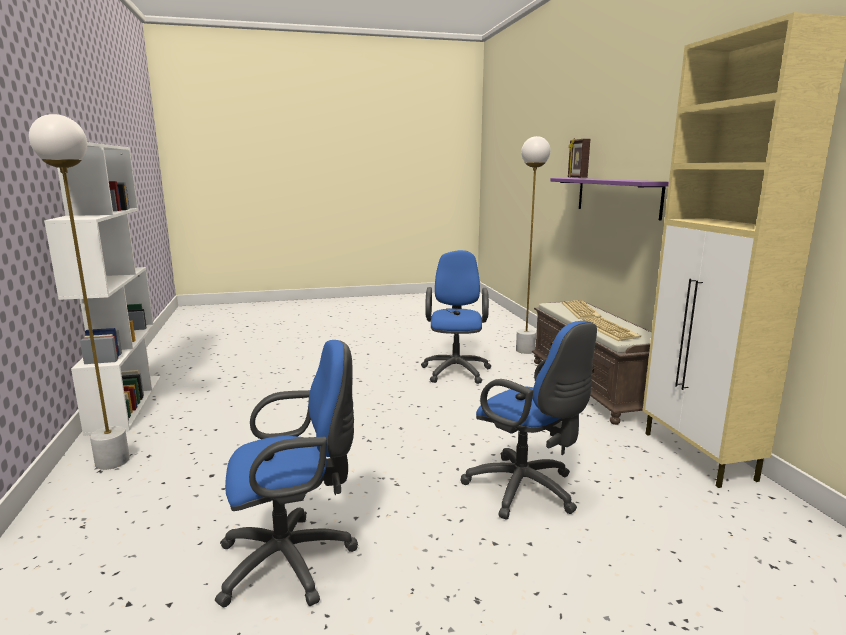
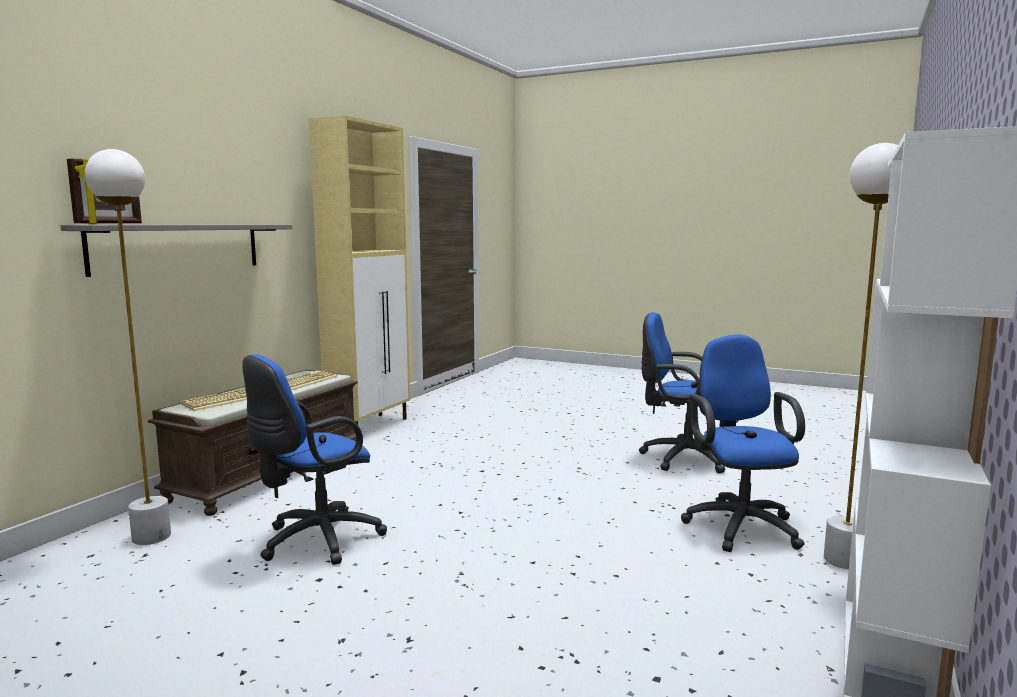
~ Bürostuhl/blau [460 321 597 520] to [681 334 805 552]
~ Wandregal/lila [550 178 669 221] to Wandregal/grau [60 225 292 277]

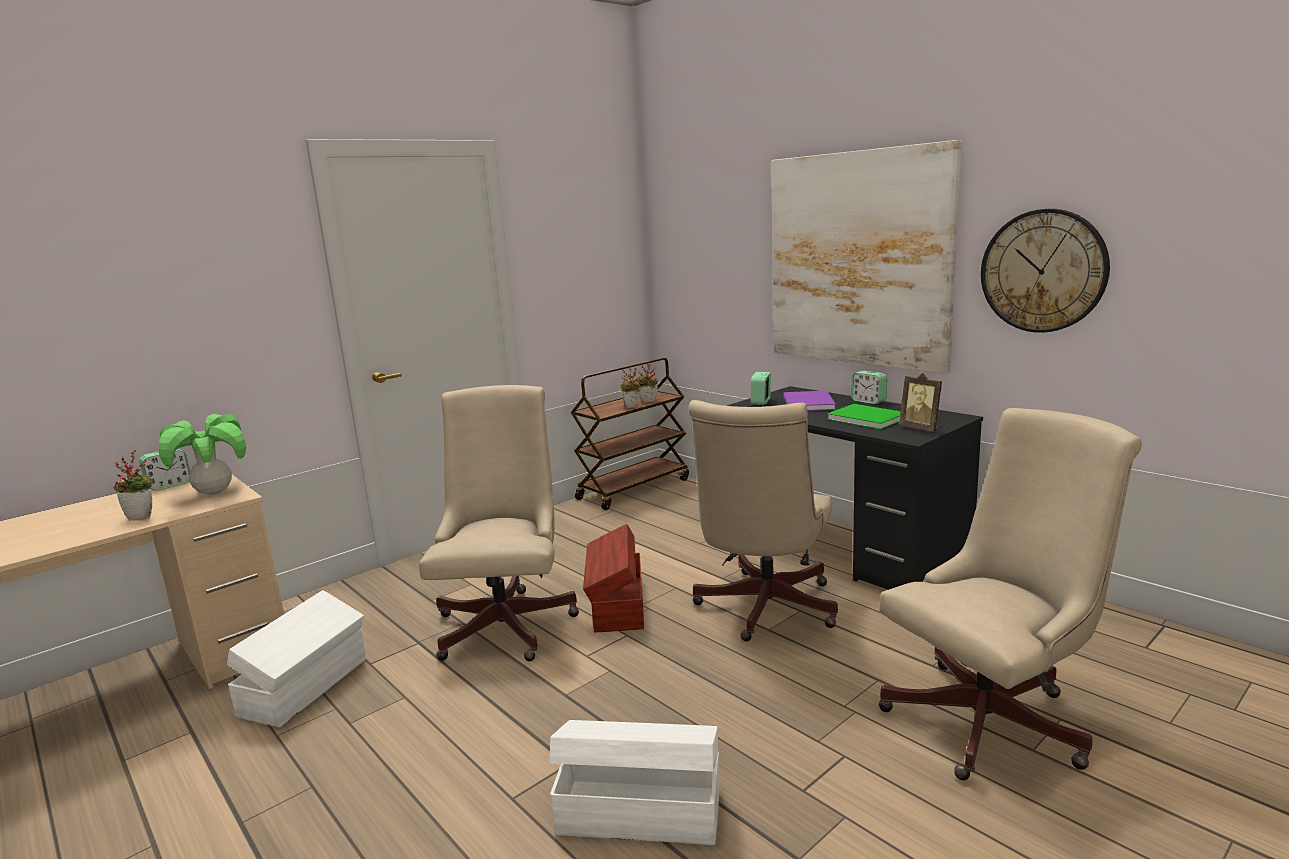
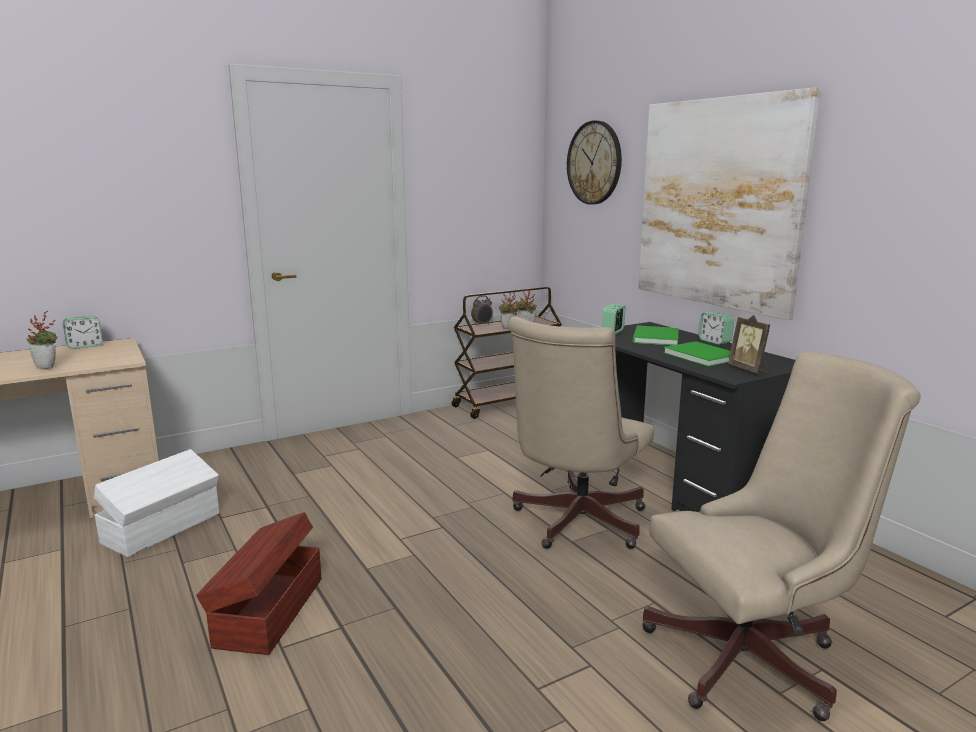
- Topfpflanze [158 414 246 495]
- Bürostuhl/beige [419 385 579 661]
- Aufbewahrungsbox/weiß [549 720 719 845]
~ Aufbewahrungsbox/braun [583 524 644 632] to [196 512 321 655]
~ Buch/lila [783 391 836 411] to Buch/grün [633 326 679 345]
~ Wanduhr [981 209 1110 333] to [567 120 622 205]
+ Wecker [471 295 493 326]

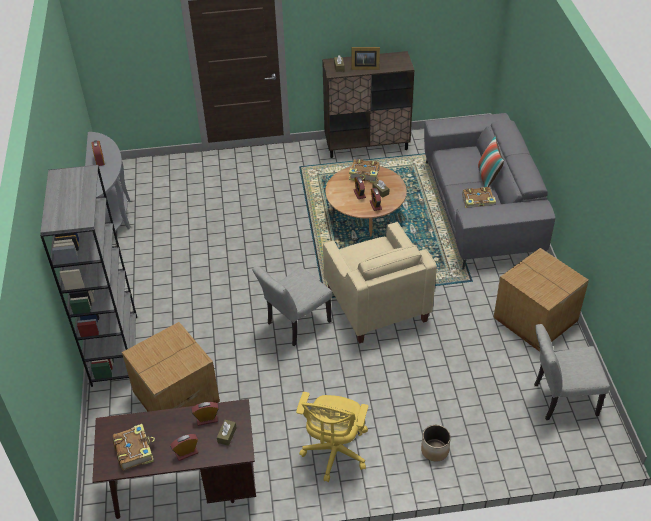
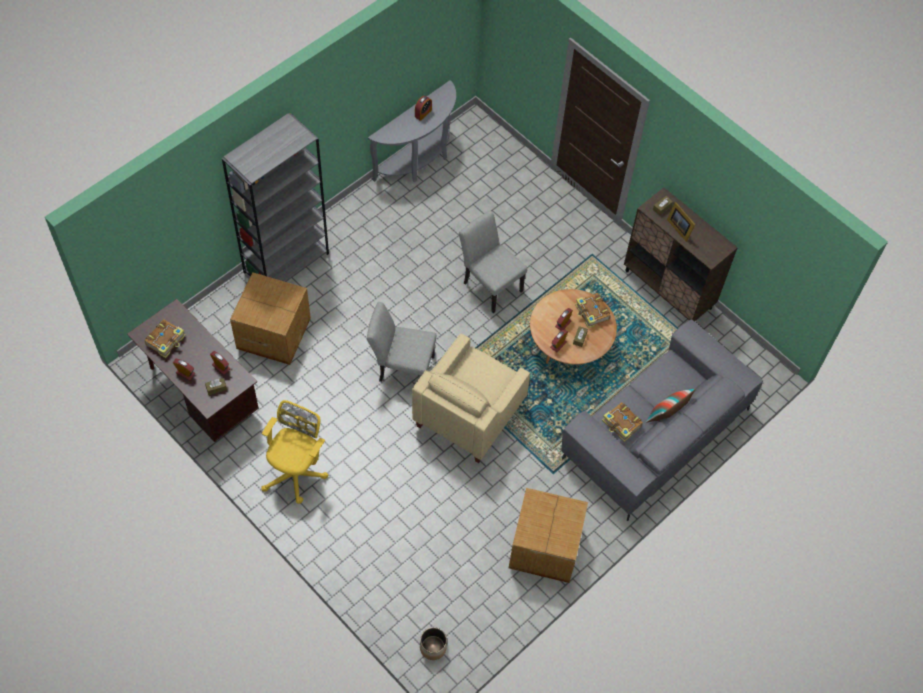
~ Bürostuhl/gelb [296 392 368 482] = [261 400 329 504] 135 degrees clockwise
~ Pflanzkübel [421 425 451 462] to [420 627 447 660]
~ Stuhl/grau [534 324 610 420] to [459 210 527 313]

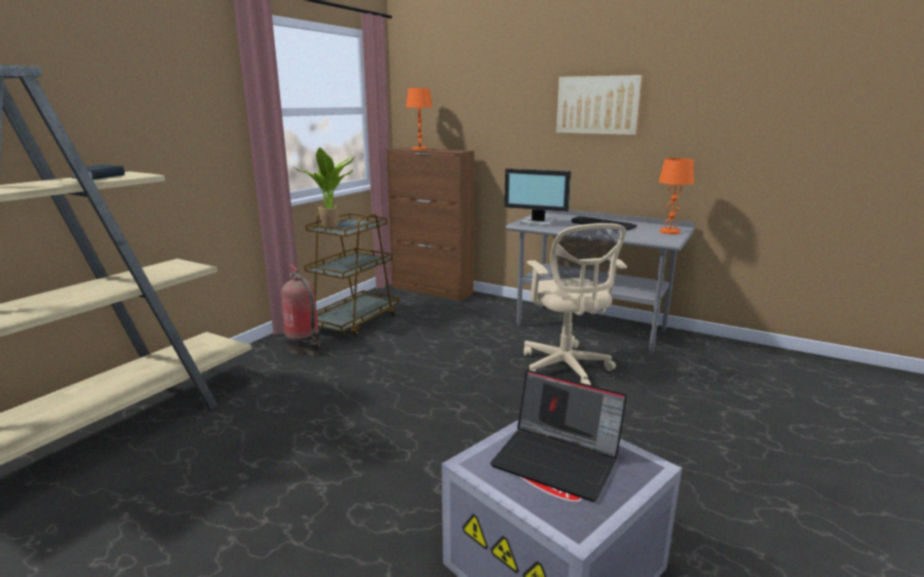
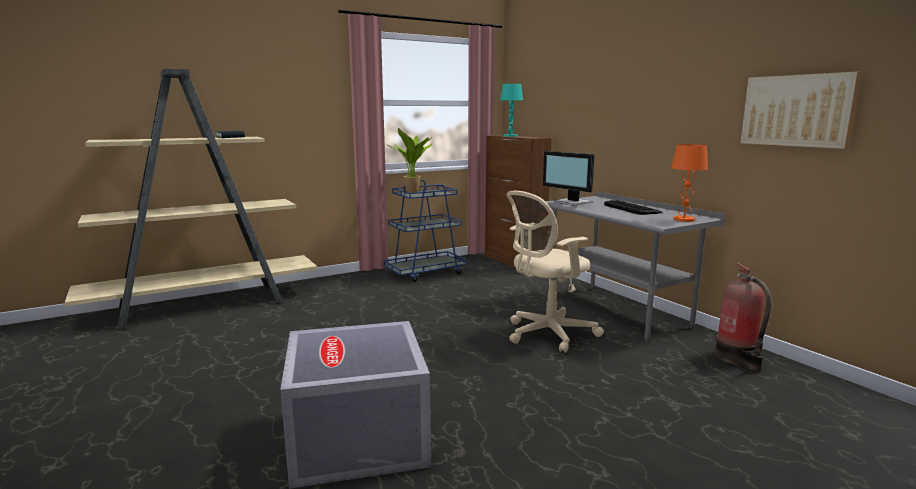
~ Feuerlöscher [282 264 321 357] to [715 263 772 372]
~ Rollwagen/braun [304 213 399 337] to Rollwagen/blau [384 179 467 282]
~ Tischlampe/orange [406 88 432 150] to Tischlampe/türkis [500 84 523 137]
- Laptop [490 370 627 502]
~ Bürostuhl/beige [524 223 627 385] = [507 191 604 353] 45 degrees clockwise
~ Bild [556 75 643 135] to [740 72 861 149]

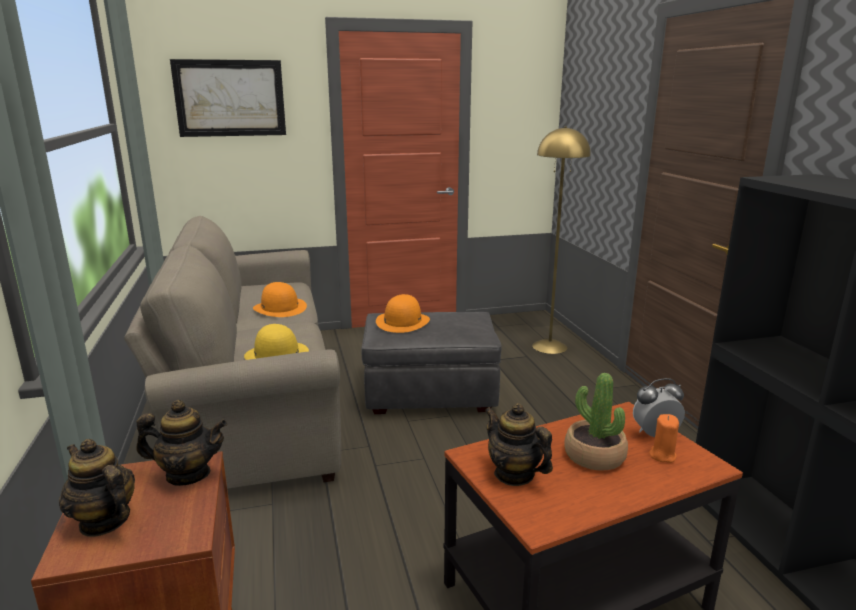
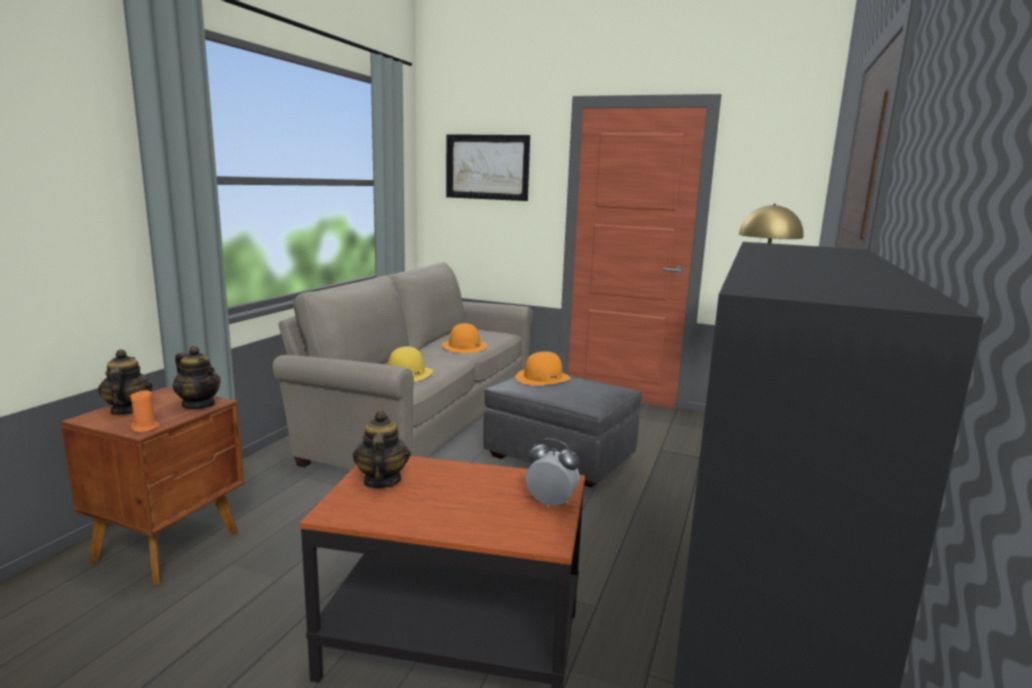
- Topfpflanze [564 373 628 470]
~ Kerze/orange [649 414 679 463] to [130 390 160 432]

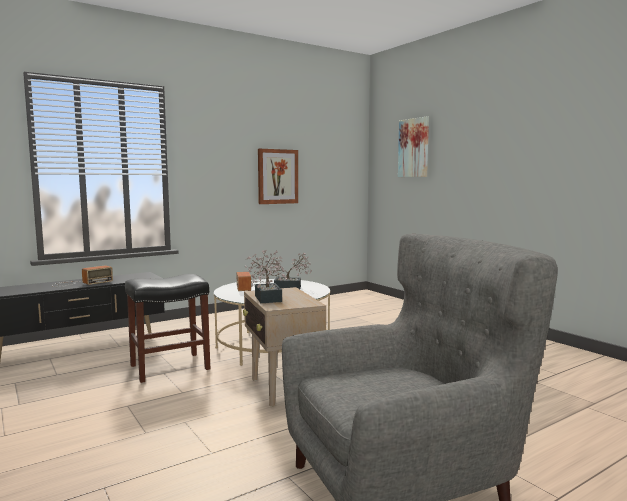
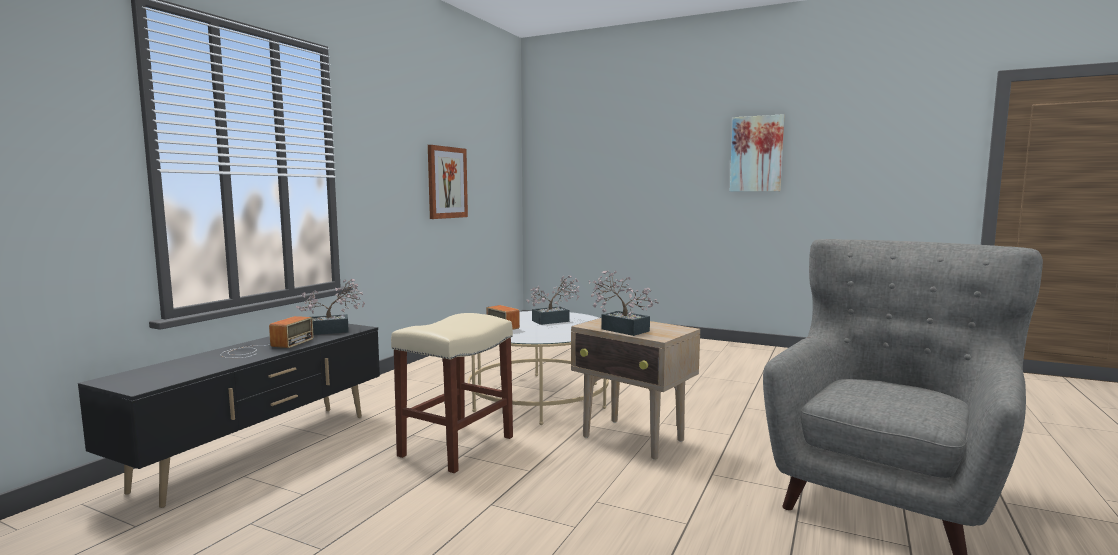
~ Hocker/schwarz [125 274 210 383] to Hocker/beige [391 313 513 473]
~ Bild [398 116 429 177] to [730 114 784 192]
+ Topfpflanze [296 279 365 335]

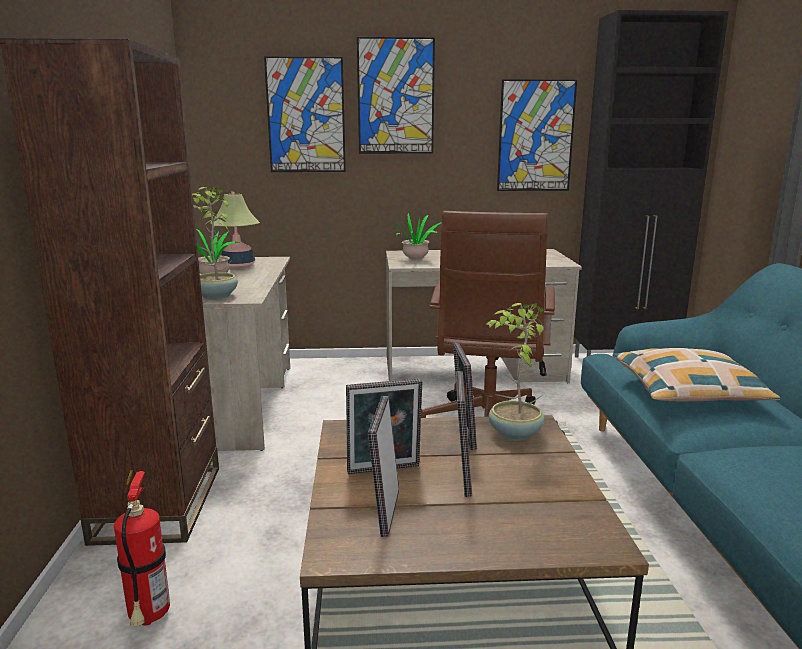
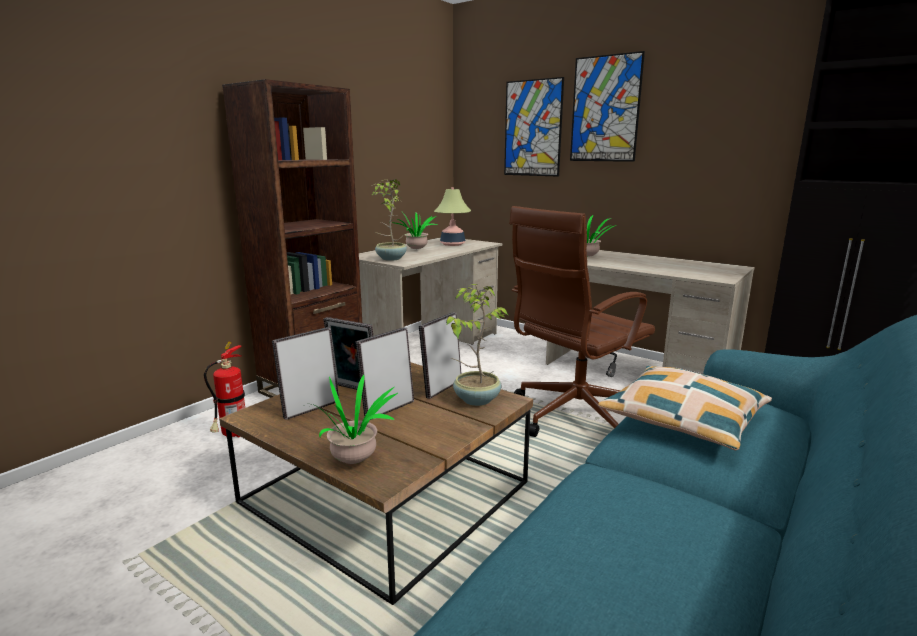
- Bild [497 79 577 191]
+ Topfpflanze [312 375 398 464]

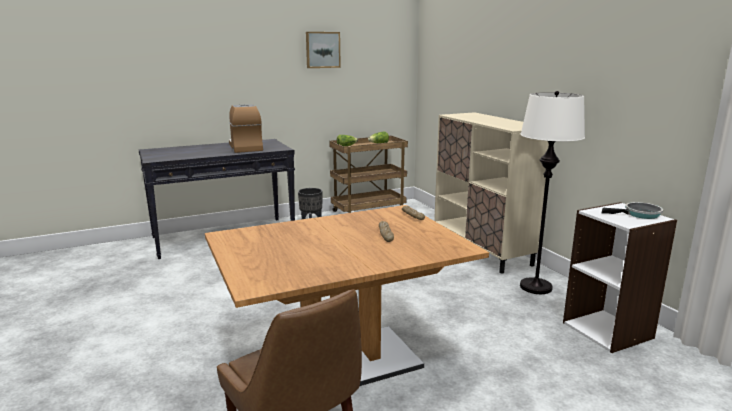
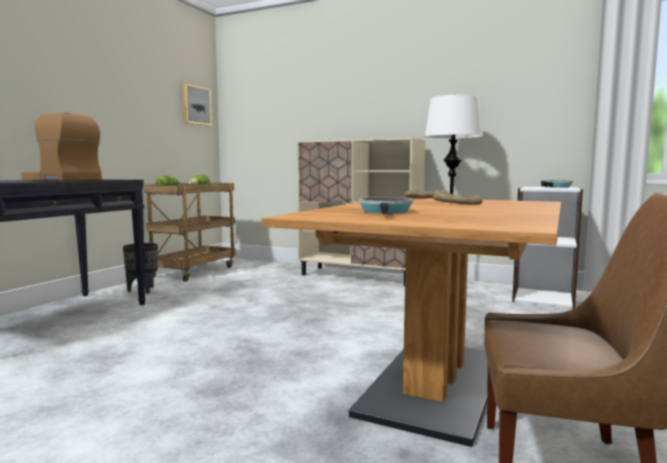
~ Bild [306 32 341 68] to [182 84 212 126]
+ Pfanne [359 197 413 214]

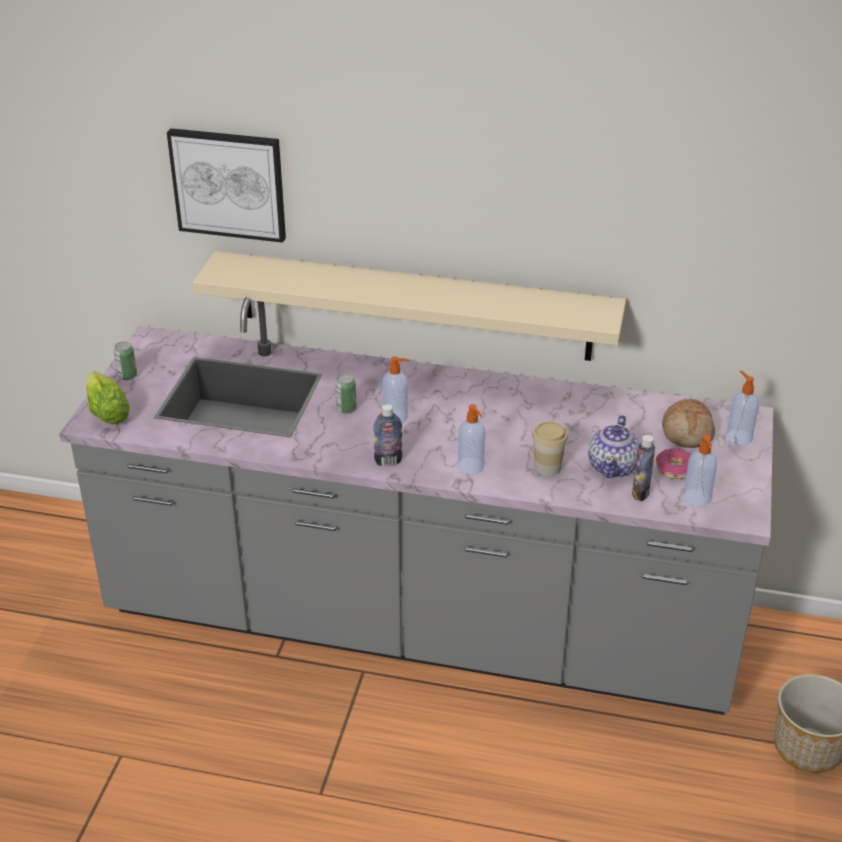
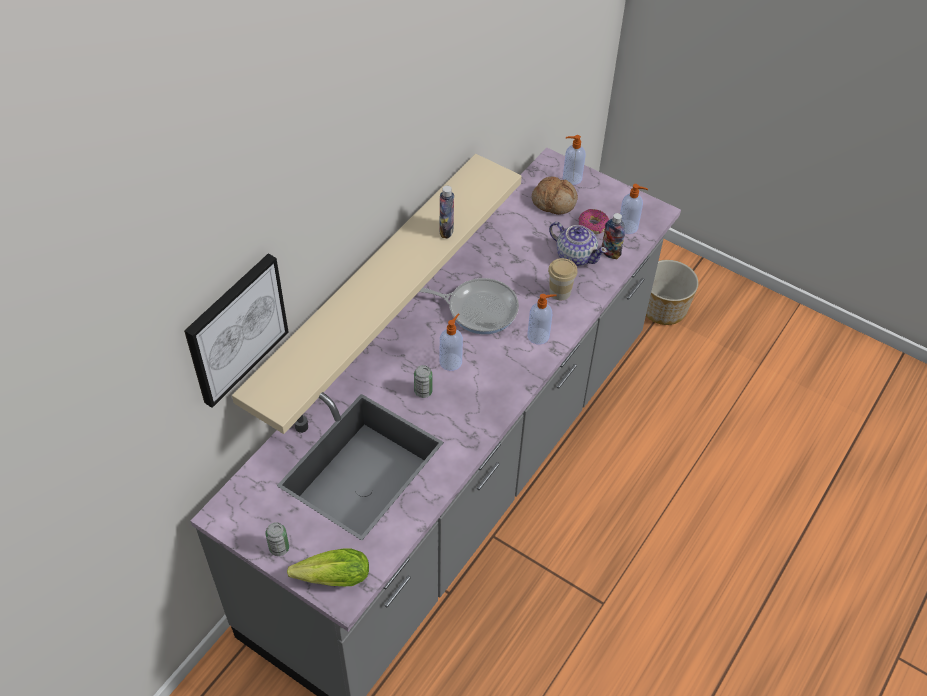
~ Flasche [373 404 403 466] to [439 186 454 238]
+ Pfanne [419 278 519 334]

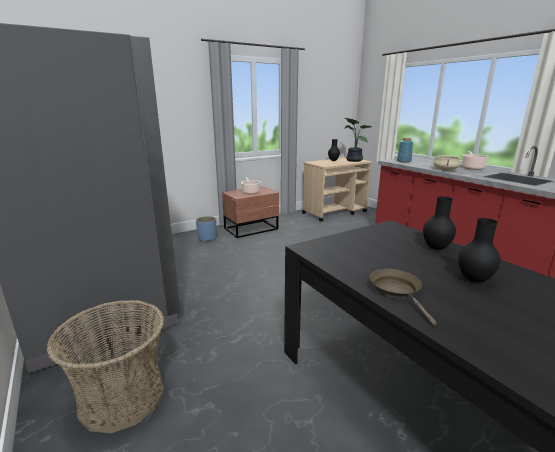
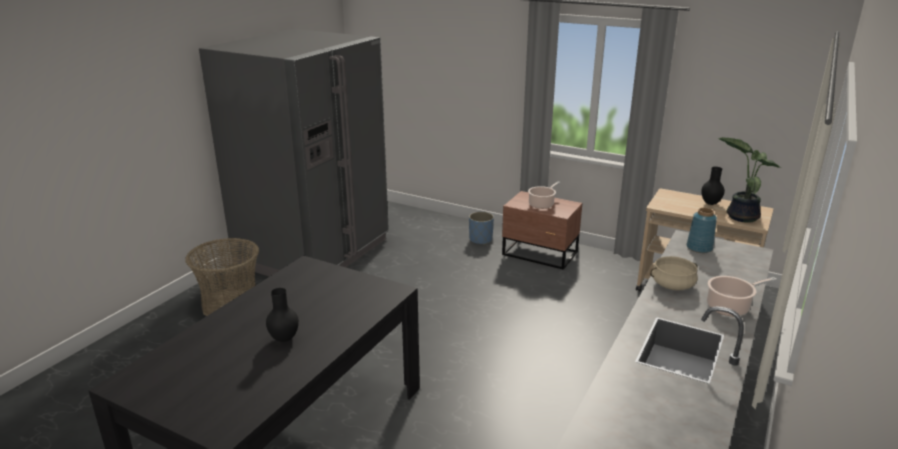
- Pfanne/braun [370 269 437 326]
- Vase/schwarz [423 197 456 250]

